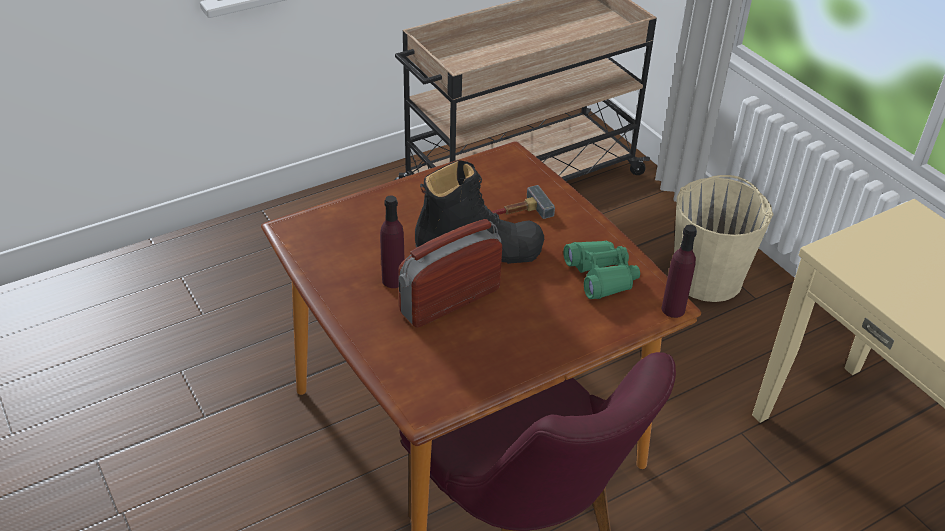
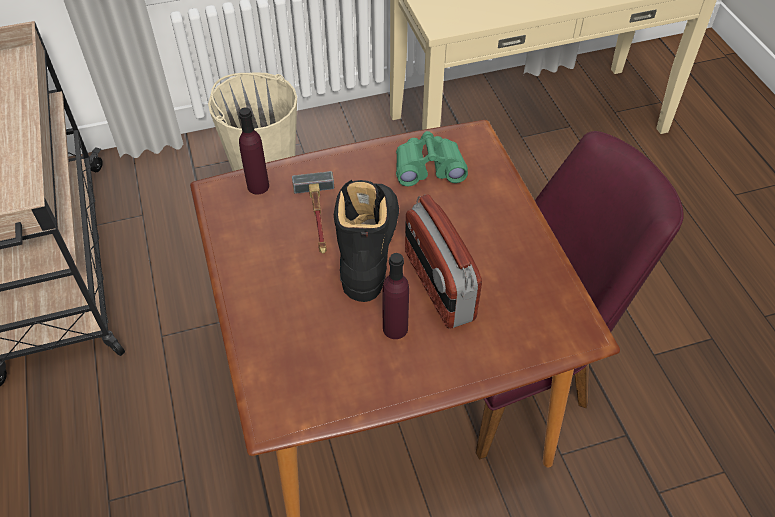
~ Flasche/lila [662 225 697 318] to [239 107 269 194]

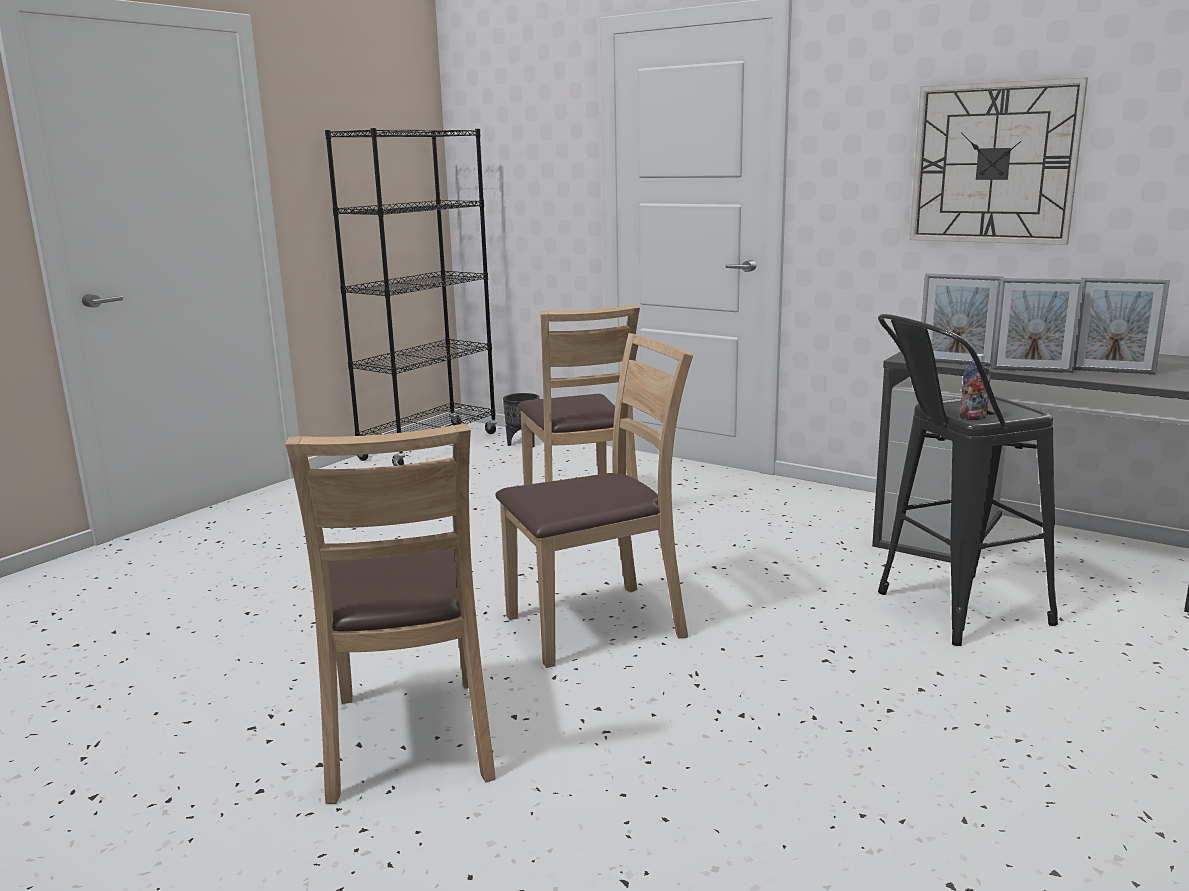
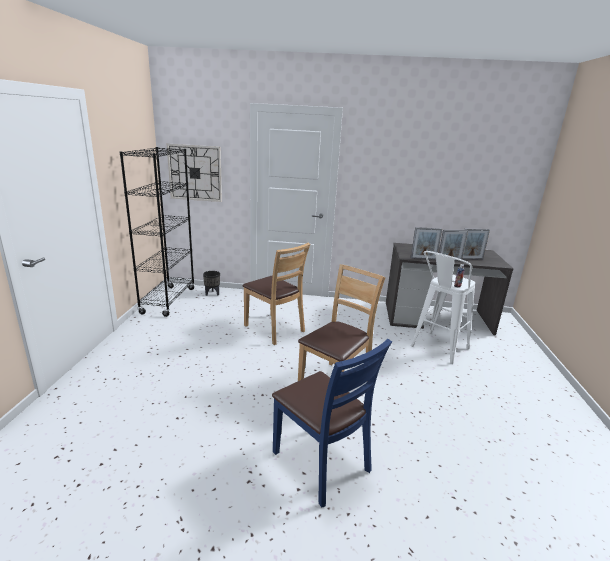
~ Stuhl/braun [285 423 496 804] to Stuhl/blau [272 339 392 508]
~ Hocker/schwarz [878 314 1058 646] to Hocker/weiß [411 251 475 364]
~ Wanduhr [909 77 1088 245] to [167 144 222 202]

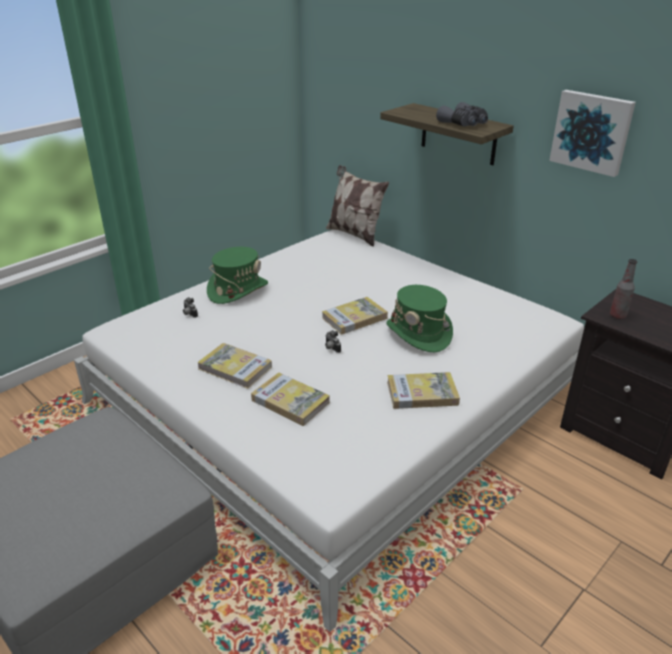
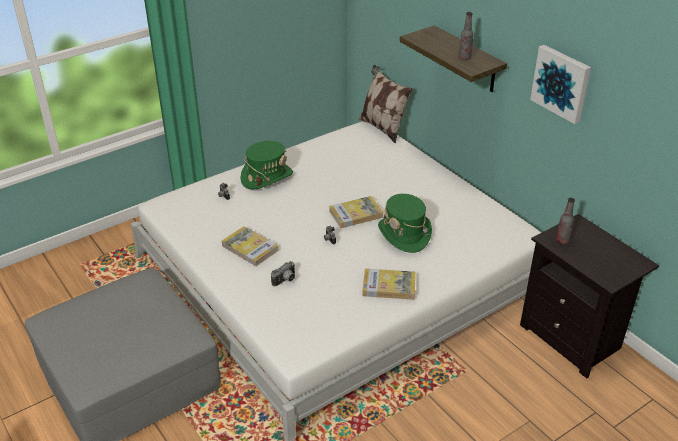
~ Buch [251 372 330 426] to Kamera [271 261 295 287]
~ Fernglas/grau [436 102 488 126] to Flasche [459 12 474 60]

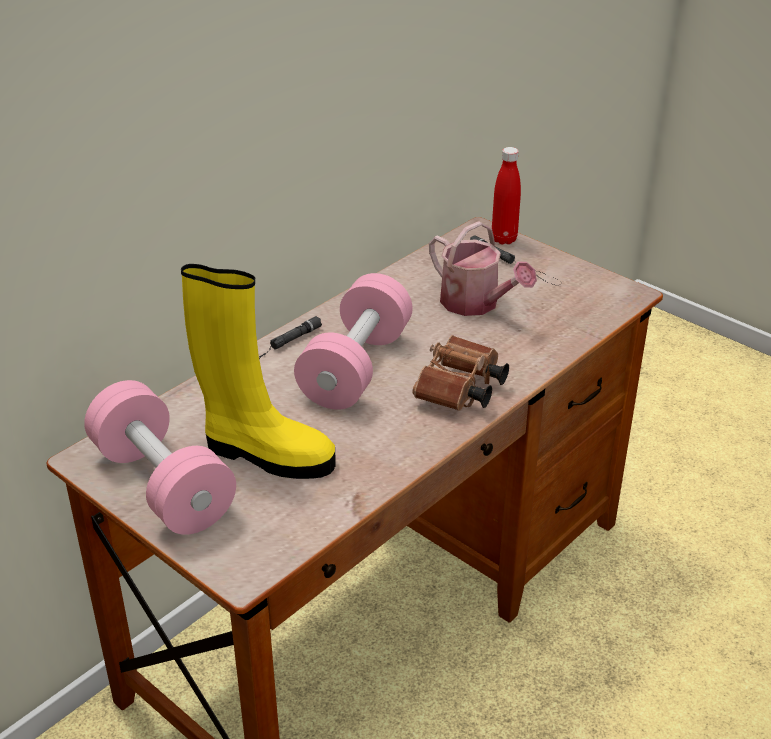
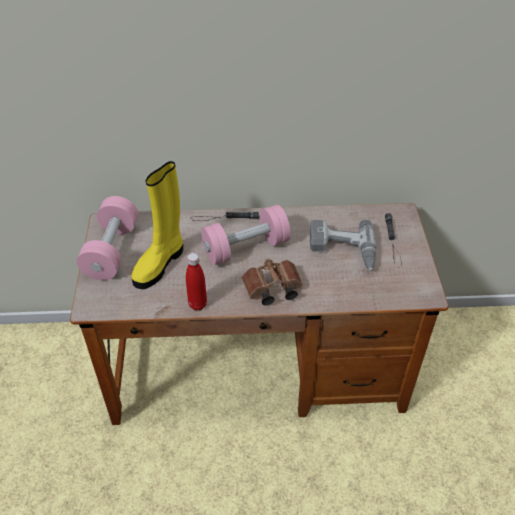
~ Stiefel/gelb [181 264 336 479] = [131 161 183 289] 60 degrees clockwise
~ Gießkanne [429 221 537 316] to Bohrmaschine [310 219 376 271]
~ Flasche/rot [492 147 521 245] to [186 253 207 310]

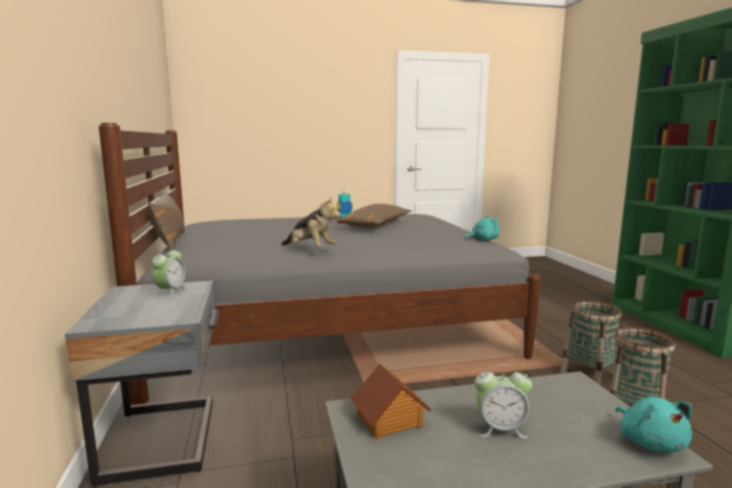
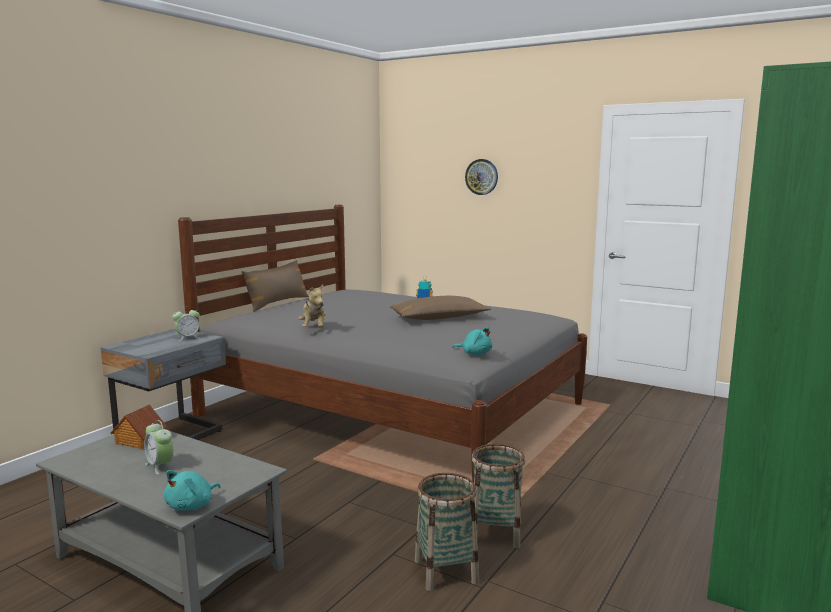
+ Wanduhr [465 159 498 195]

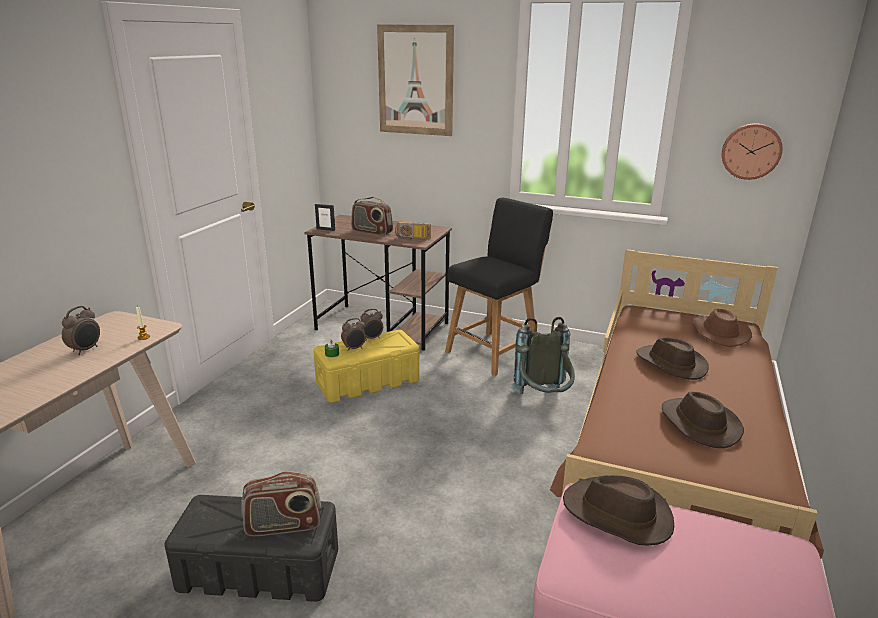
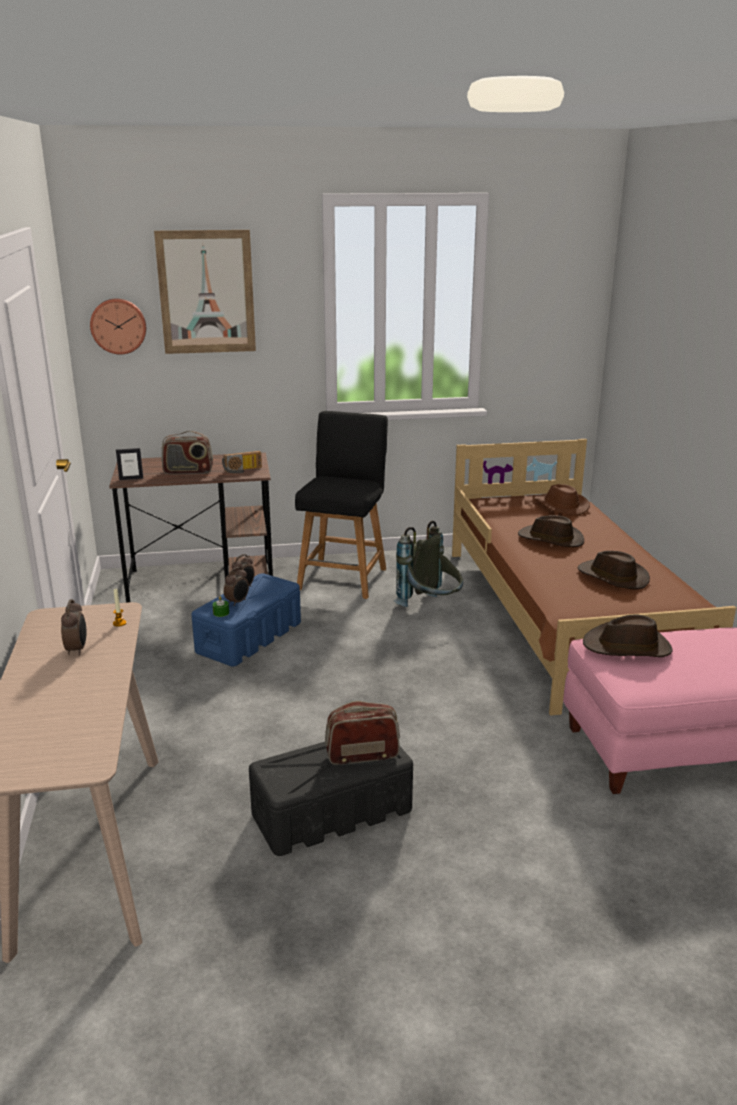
~ Radio [242 471 321 536] = [325 701 400 765] 150 degrees counterclockwise
~ Aufbewahrungsbox/gelb [313 330 420 403] to Aufbewahrungsbox/blau [191 573 301 667]
~ Wanduhr [722 123 783 180] to [90 299 146 355]

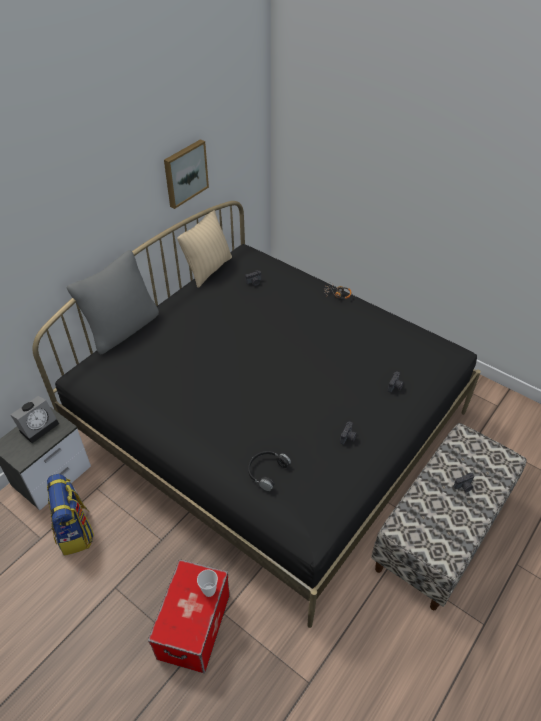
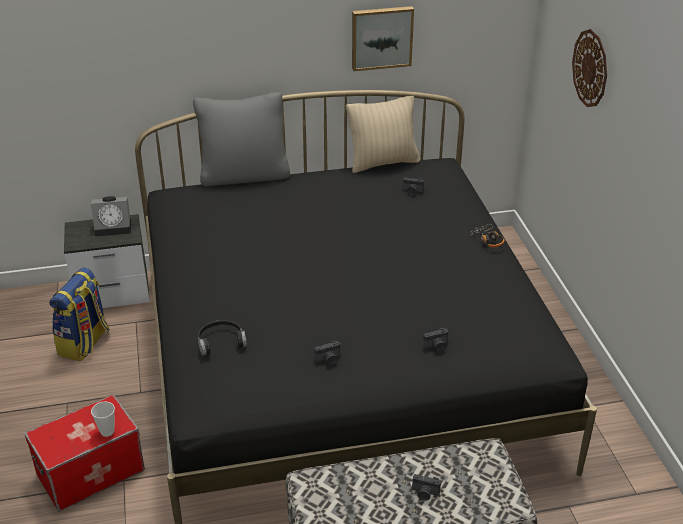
+ Wanduhr [572 29 607 107]

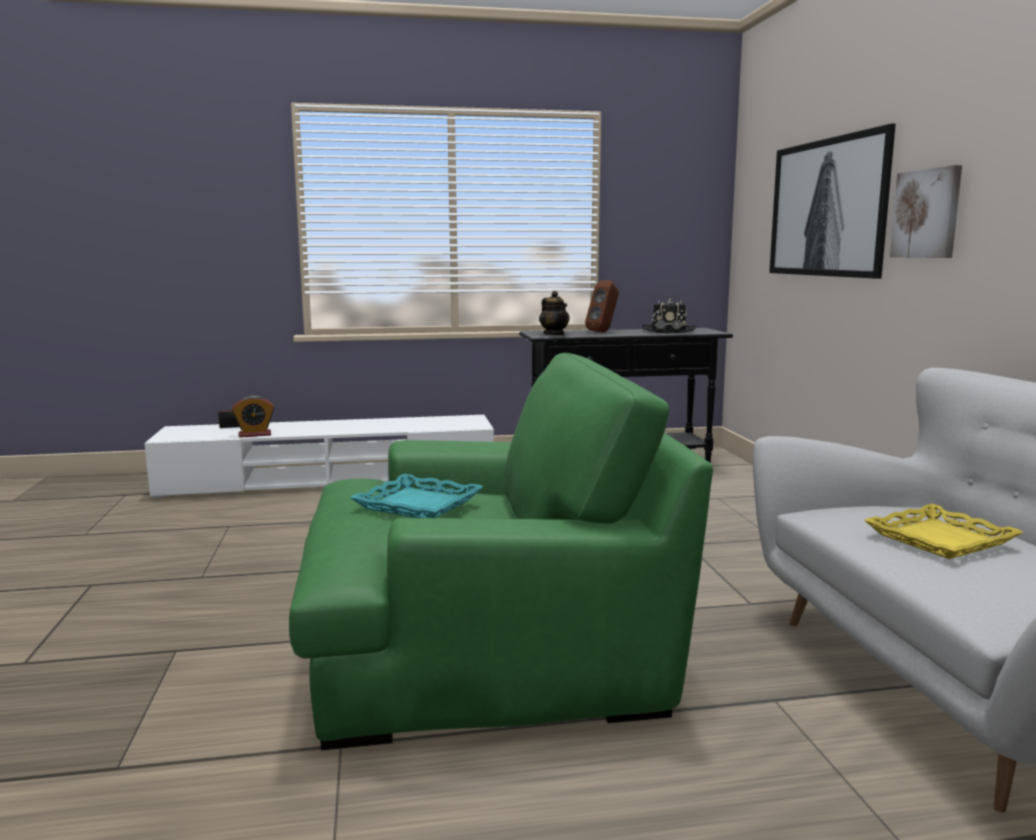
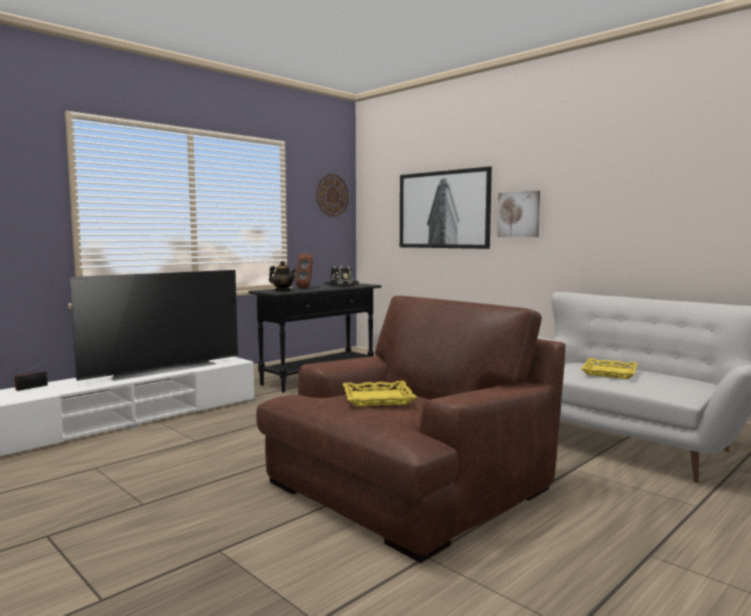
- Wecker [232 396 274 438]
~ Sessel/grün [289 353 713 750] to Sessel/braun [256 296 565 563]
~ Tablett/türkis [350 474 484 518] to Tablett/gelb [343 381 417 407]
+ Fernseher [70 270 238 381]
+ Wanduhr [317 174 349 217]

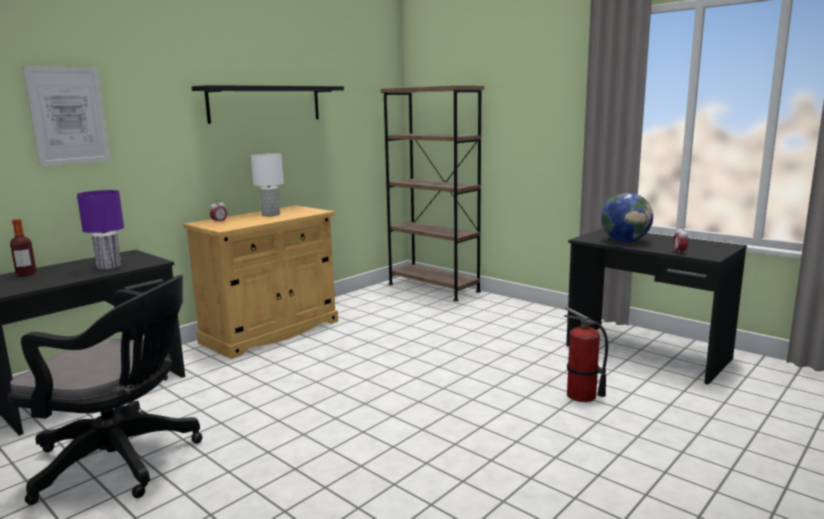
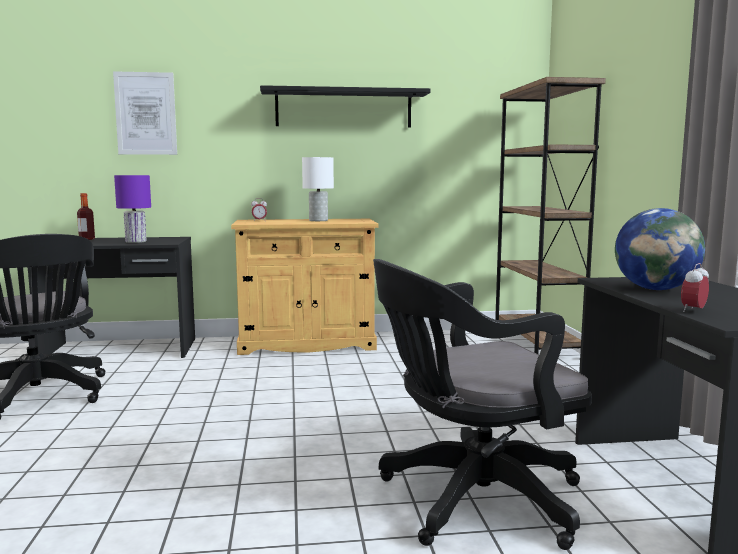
~ Feuerlöscher [564 306 608 402] to Bürostuhl/schwarz [373 259 592 550]

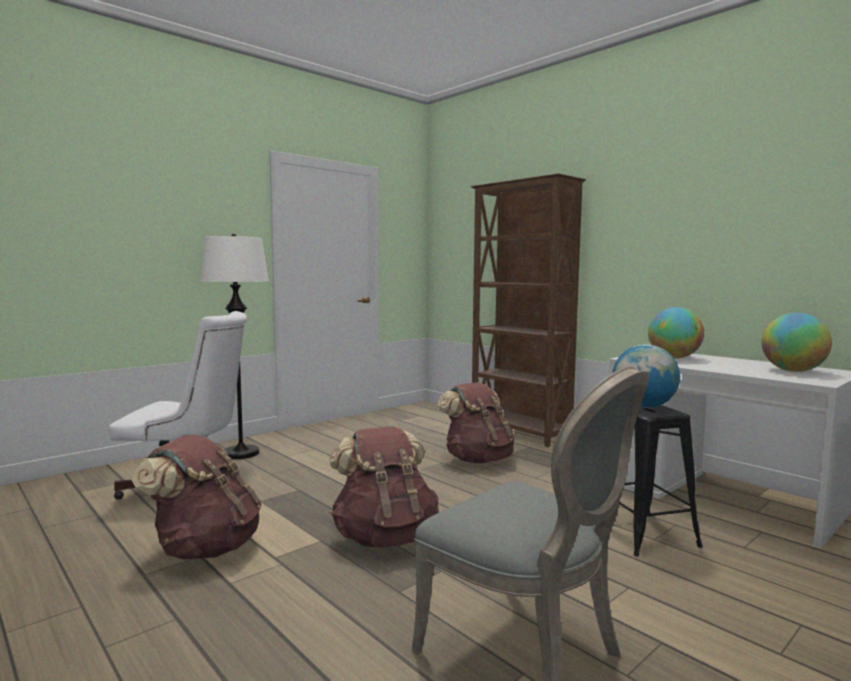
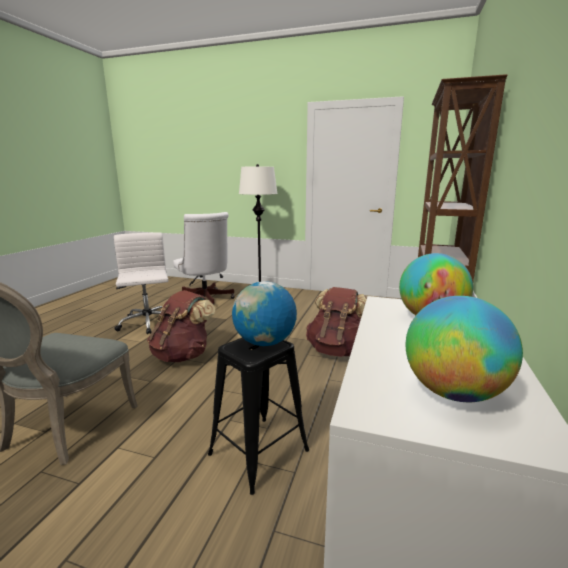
~ Rucksack/braun [132 435 262 559] to Bürostuhl/weiß [114 232 168 334]

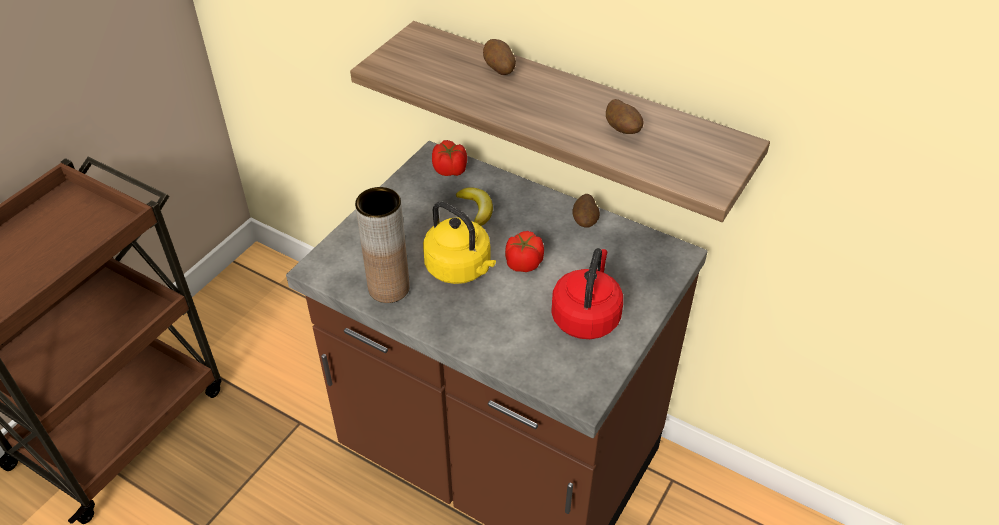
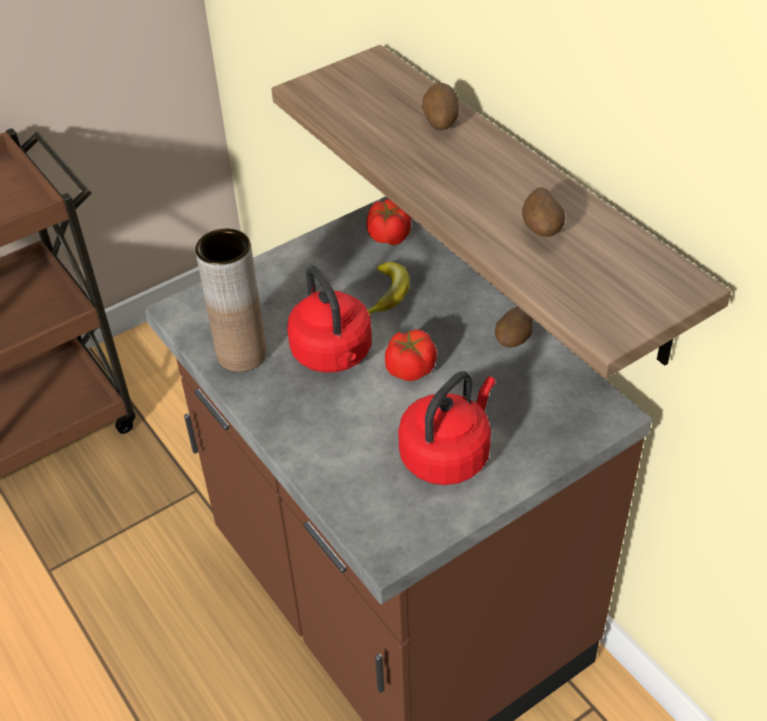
~ Wasserkessel/gelb [423 201 496 284] to Wasserkessel/rot [287 266 372 373]

